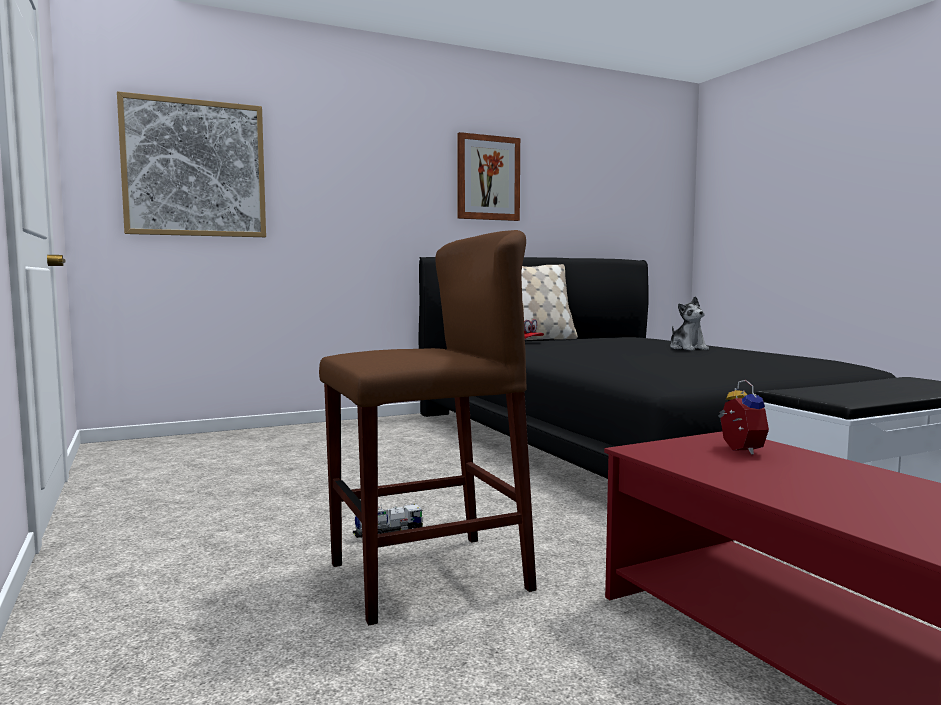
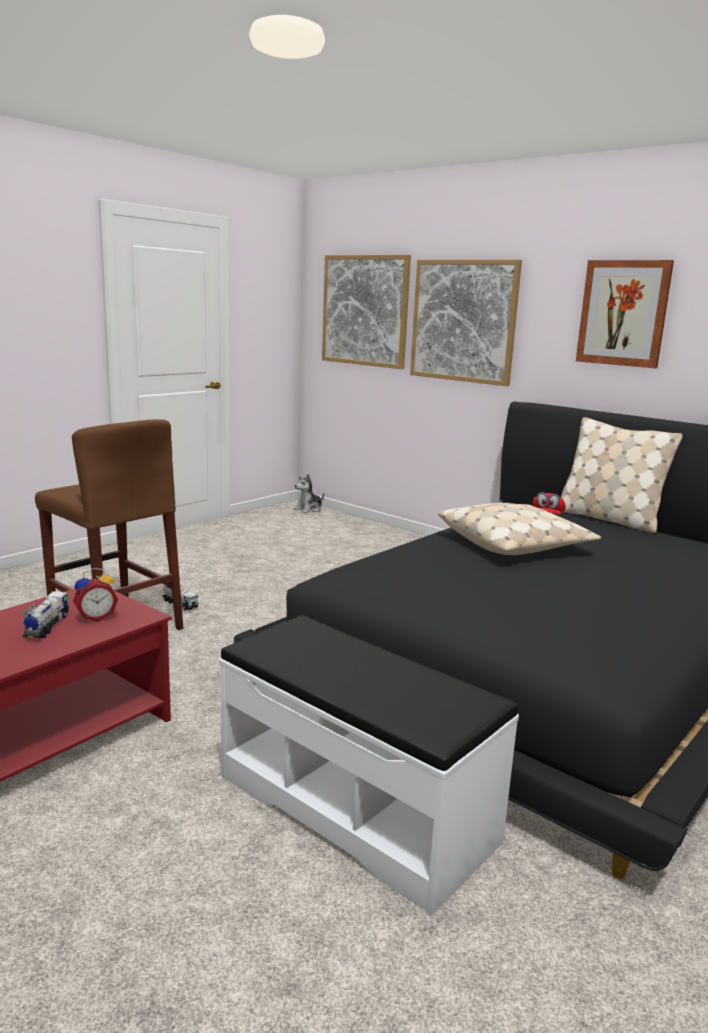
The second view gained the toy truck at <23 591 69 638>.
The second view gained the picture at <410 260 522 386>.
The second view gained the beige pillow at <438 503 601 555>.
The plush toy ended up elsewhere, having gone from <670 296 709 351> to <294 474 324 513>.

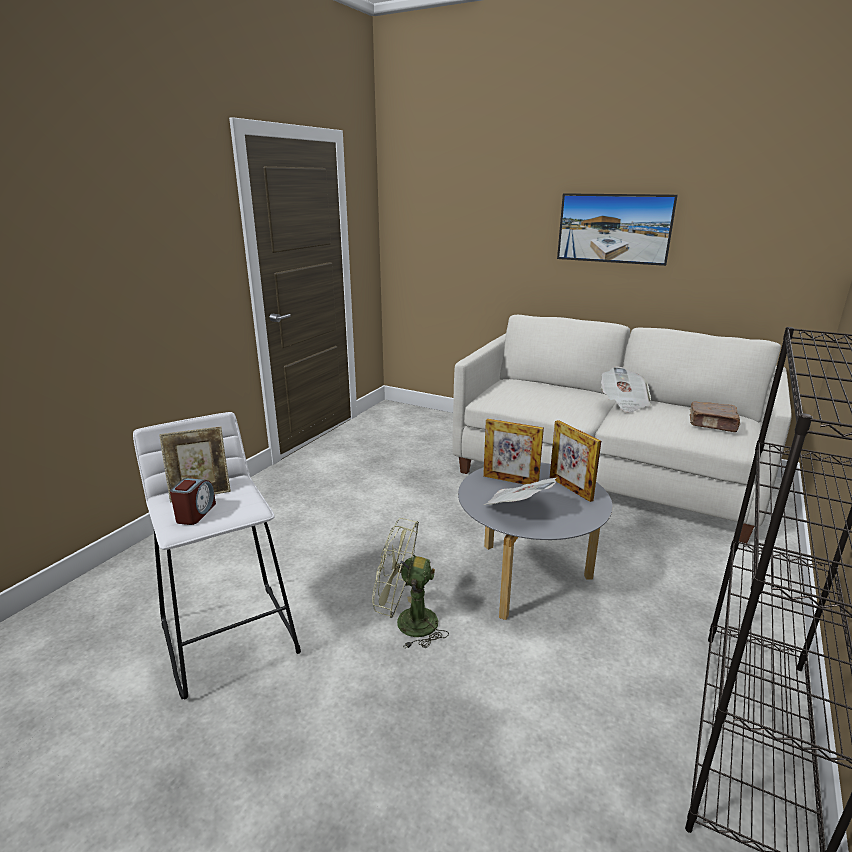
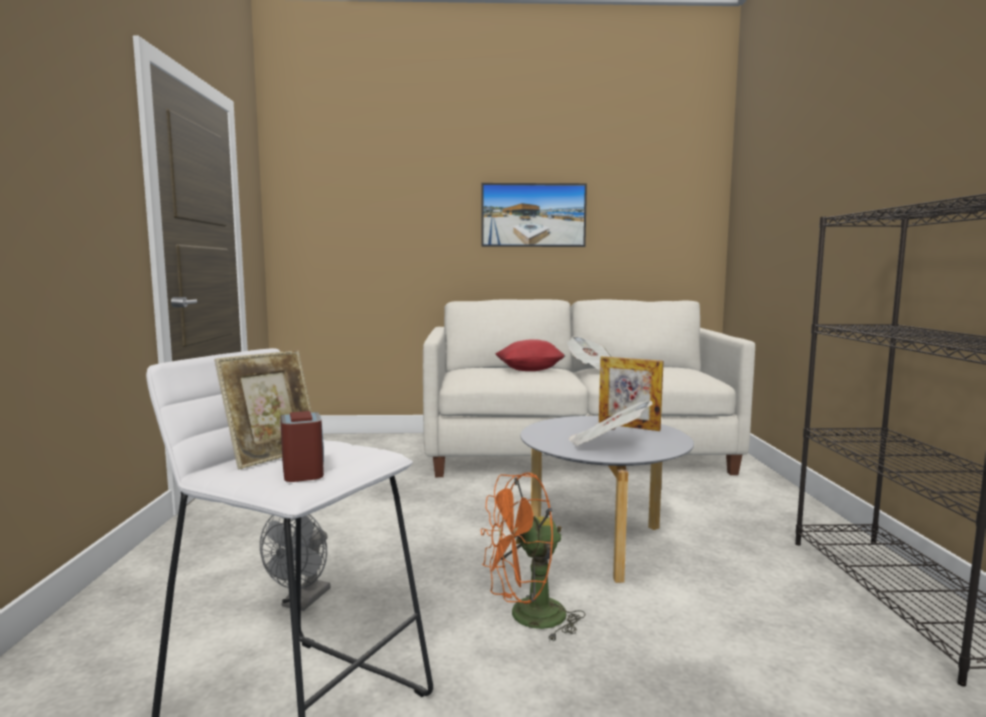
The second view lost the picture frame at <483 419 544 484>.
The second view lost the brown book at <690 401 740 432>.
The second view gained the grey fan at <260 514 331 611>.
The second view gained the red pillow at <495 339 566 371>.
What was the green fan at <372 518 449 649> turned into the orange fan at <481 472 586 642>.

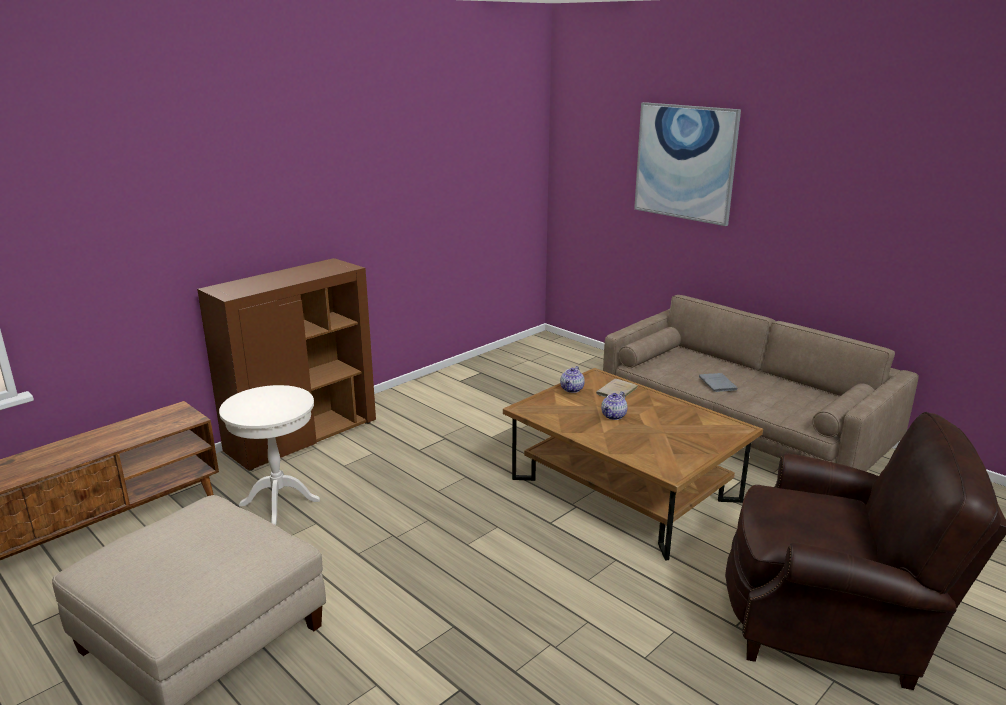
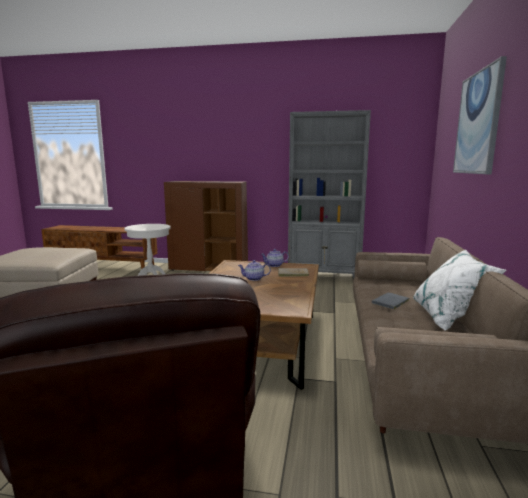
The second view gained the grey bookcase at <288 110 371 278>.
The second view gained the white pillow at <413 249 506 330>.

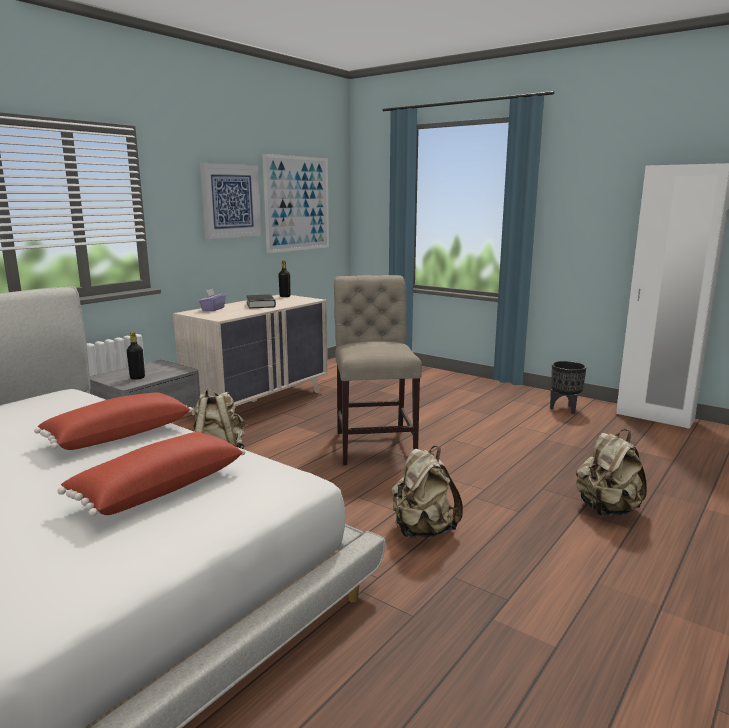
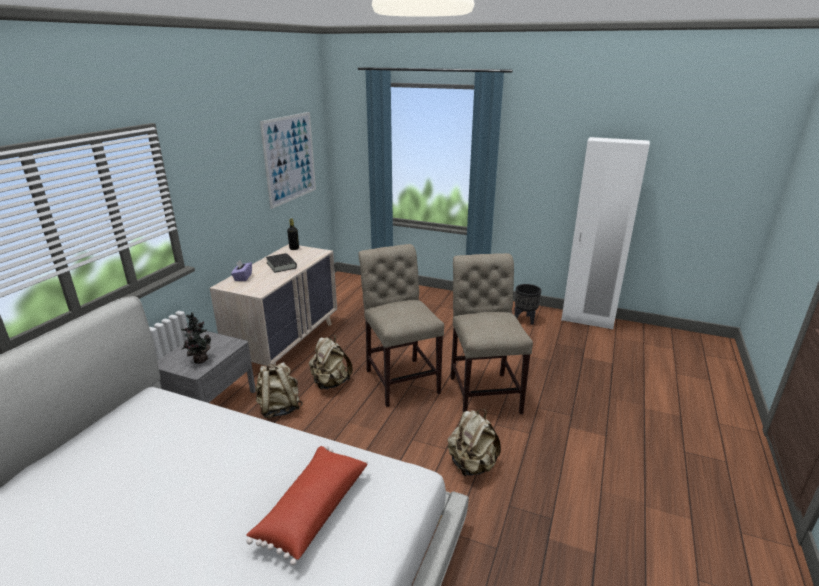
The second view lost the red pillow at <34 393 193 450>.
The second view lost the picture at <200 163 261 239>.
The second view gained the beige chair at <450 253 533 414>.
The beige backpack ended up elsewhere, having gone from <576 429 647 516> to <309 335 353 389>.
Where the black bottle stood at <127 332 145 380>, the potted plant came to stand at <181 312 211 363>.

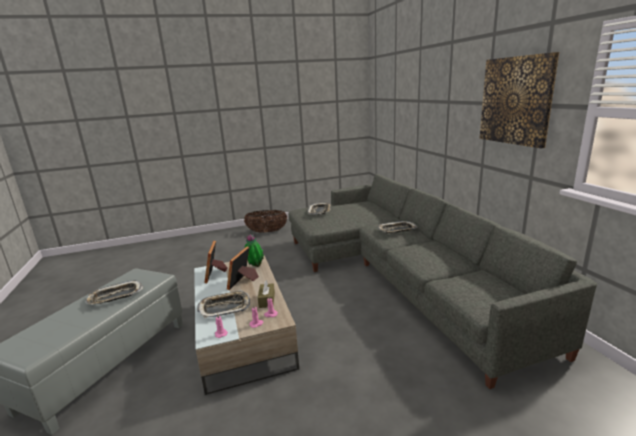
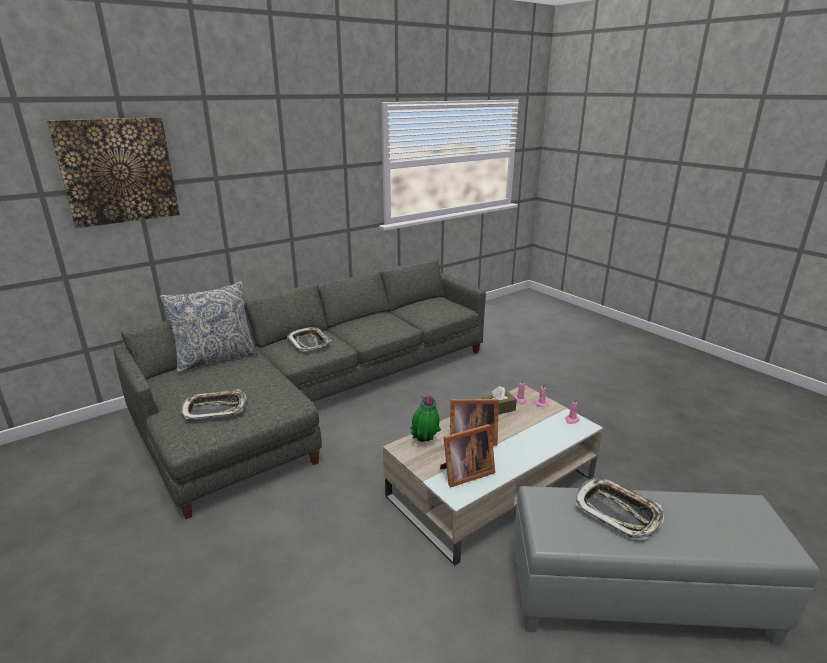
The second view lost the tray at <197 290 250 318>.
The second view lost the basket at <244 210 287 233>.
The second view gained the pillow at <160 281 258 373>.
The picture ended up elsewhere, having gone from <479 52 559 148> to <47 117 180 228>.

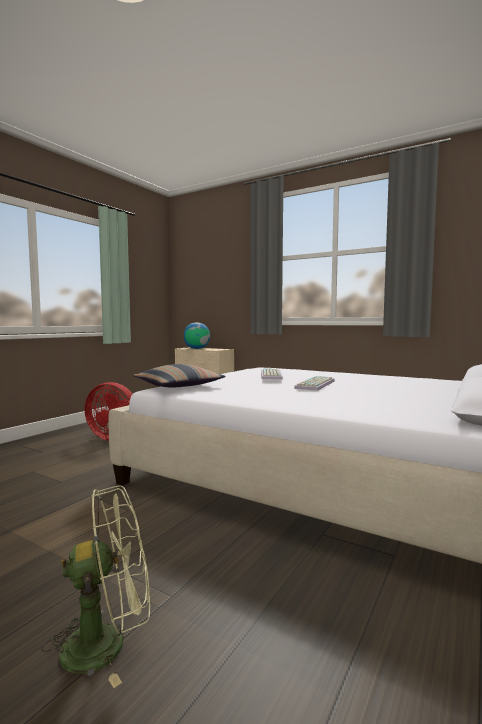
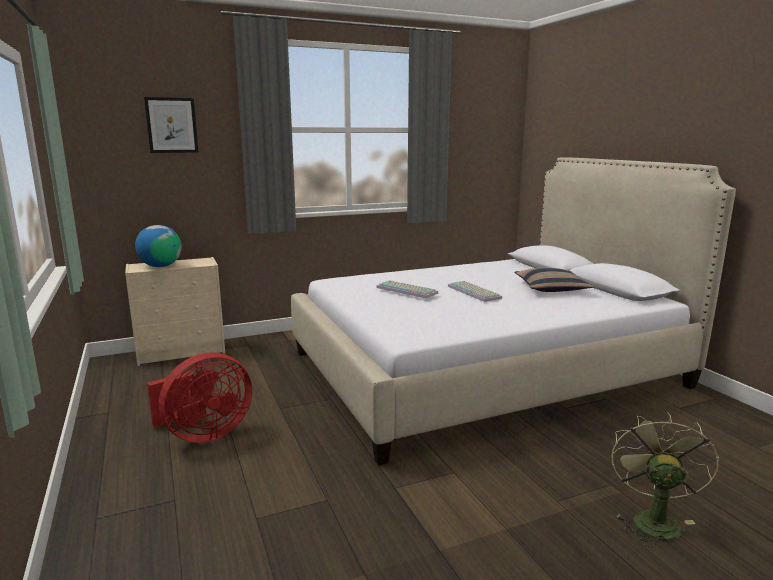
The second view gained the picture at <144 97 198 153>.
The pillow ended up elsewhere, having gone from <133 364 226 388> to <514 267 594 292>.

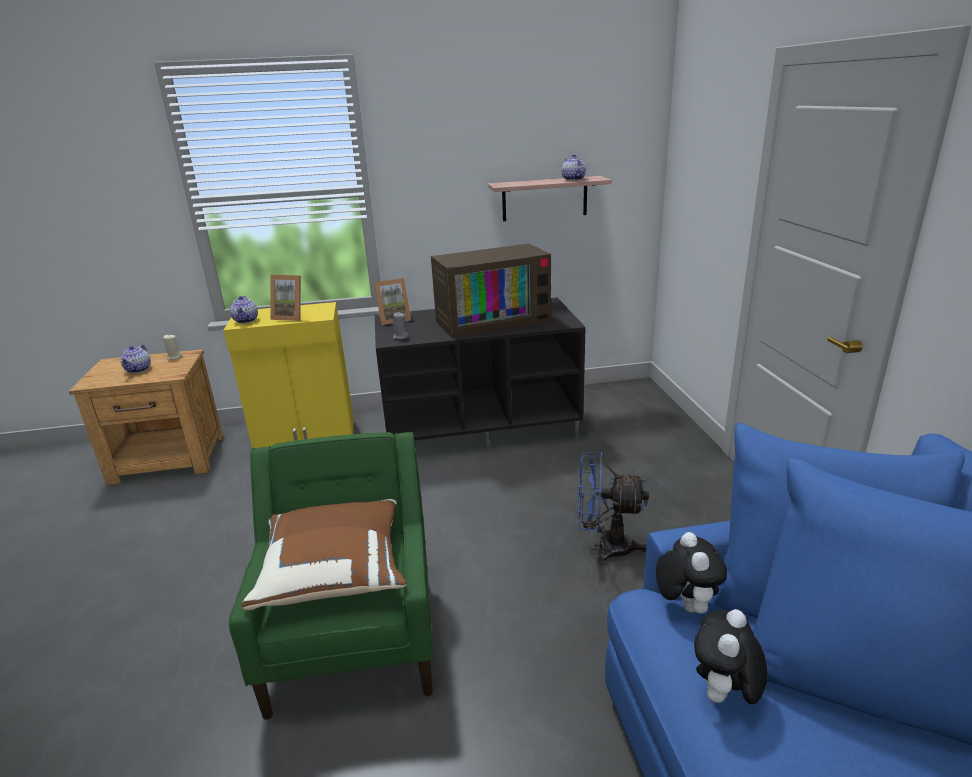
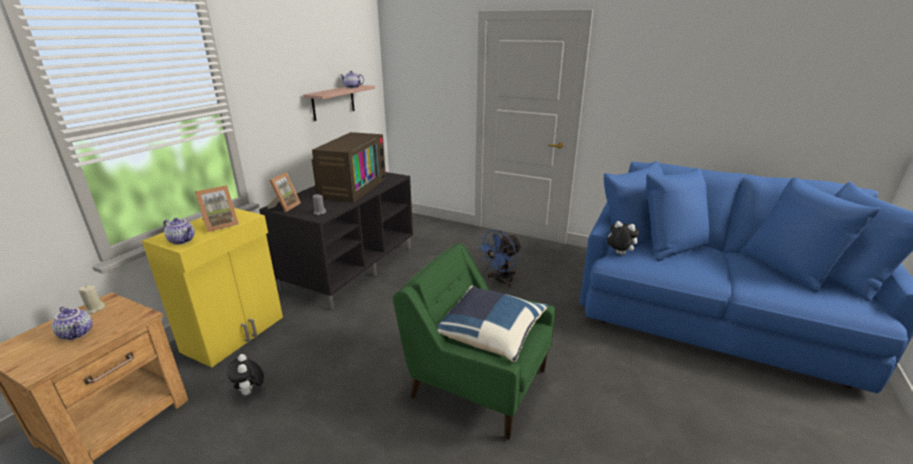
The plush toy ended up elsewhere, having gone from <694 609 767 706> to <228 354 264 395>.
What was the brown pillow at <241 499 406 610> turned into the blue pillow at <437 286 548 362>.

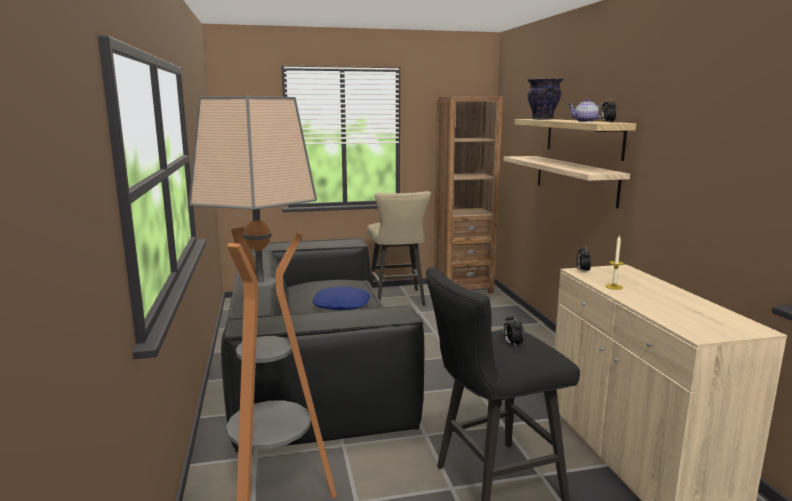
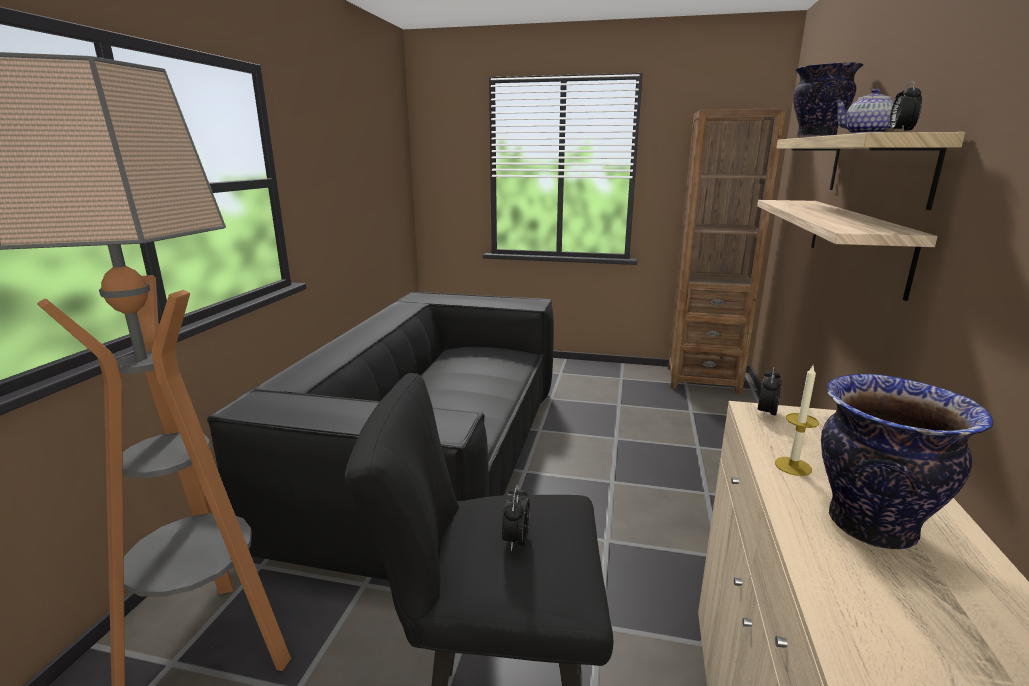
The second view lost the blue pillow at <312 287 370 310>.
The second view lost the beige stool at <367 191 431 306>.
The second view gained the vase at <821 374 994 549>.

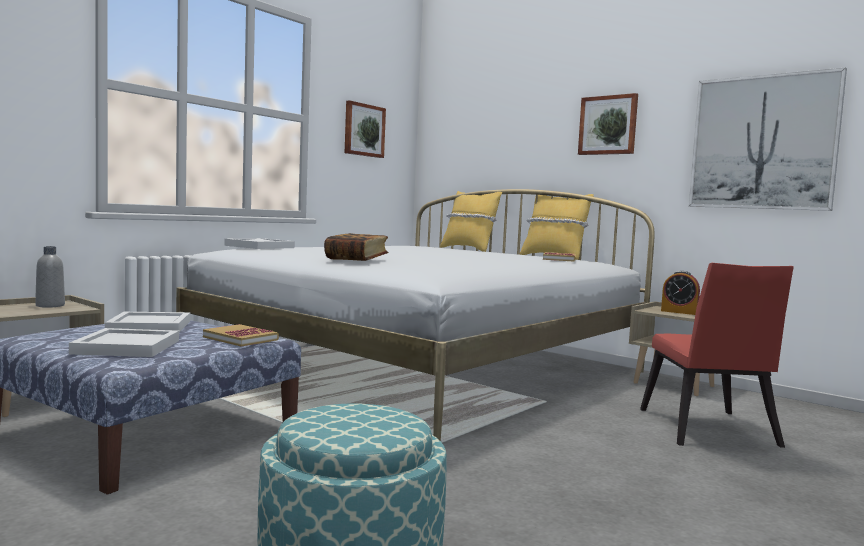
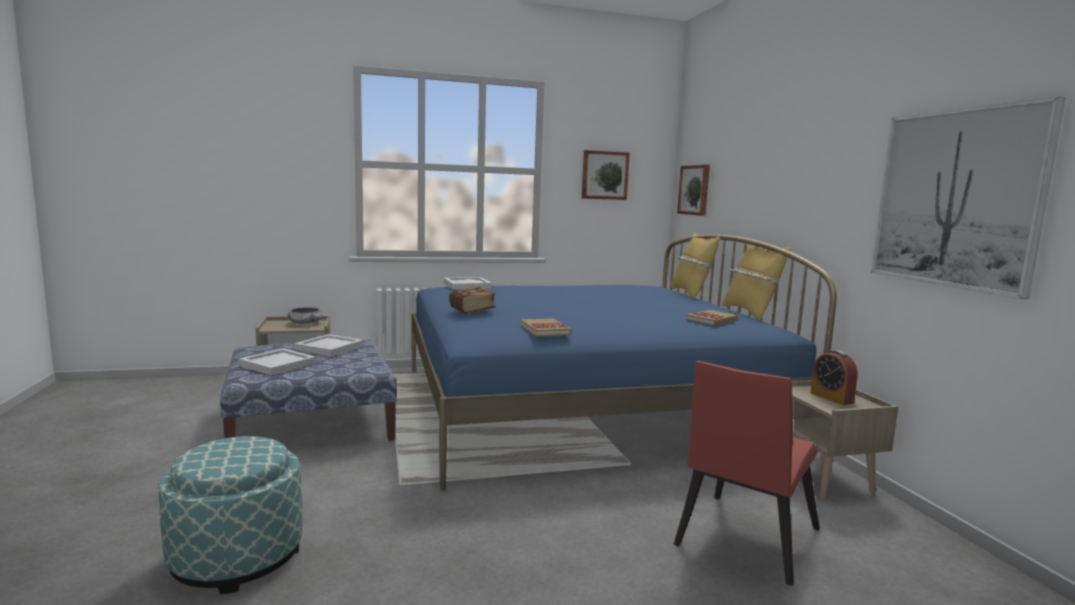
The book ended up elsewhere, having gone from <203 324 279 347> to <520 319 572 337>.
The picture ended up elsewhere, having gone from <578 93 638 155> to <677 165 710 216>.
Where the grey bottle stood at <35 246 65 308>, the bowl came to stand at <287 307 323 324>.
What was the white bed at <176 189 655 441> turned into the blue bed at <411 235 837 491>.

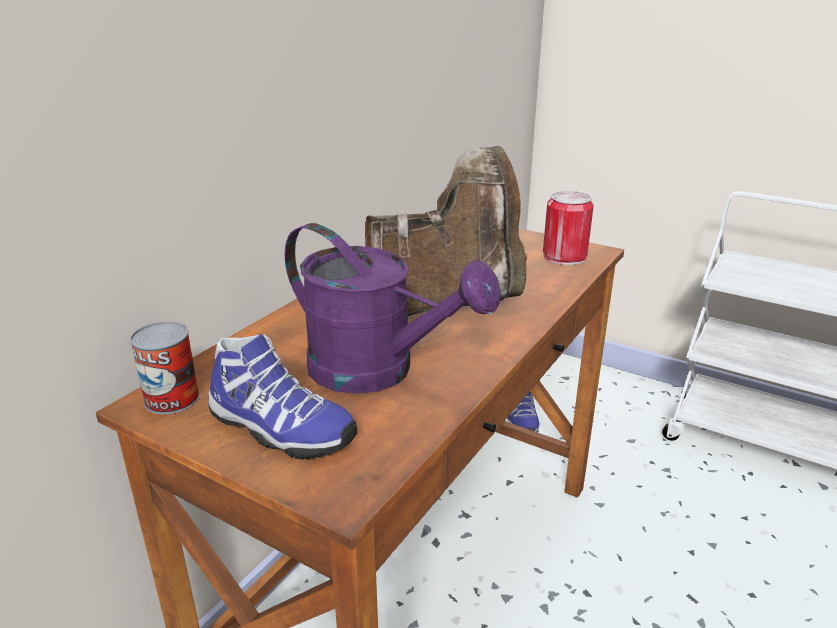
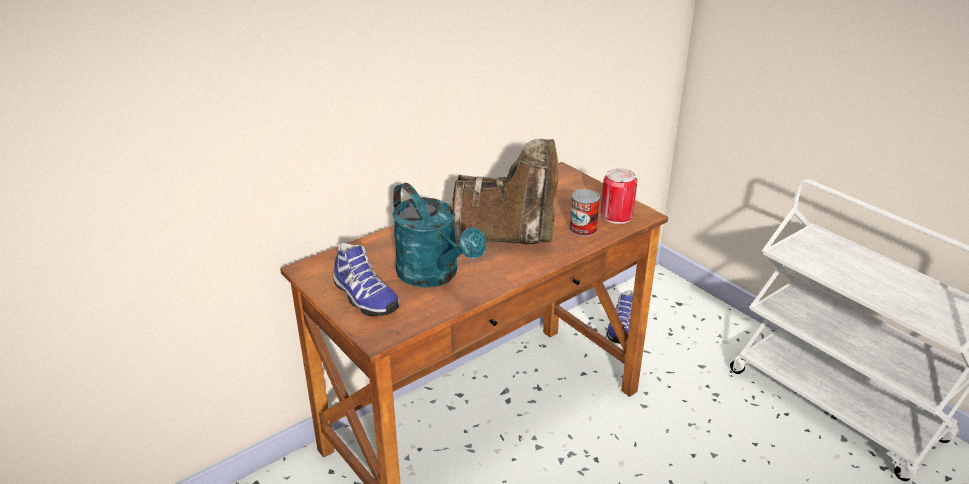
The can ended up elsewhere, having gone from <130 321 200 414> to <569 189 600 236>.
What was the purple watering can at <285 223 501 394> turned into the turquoise watering can at <392 183 486 288>.

